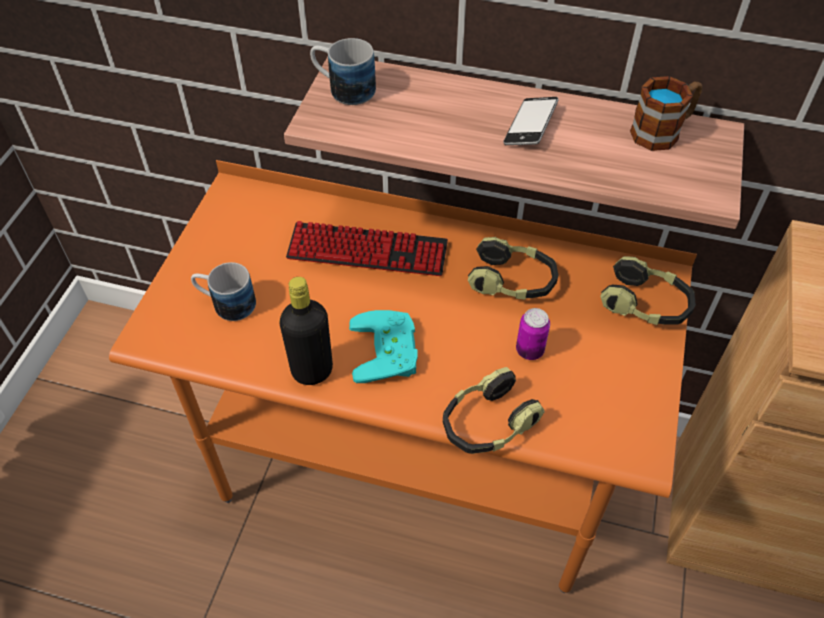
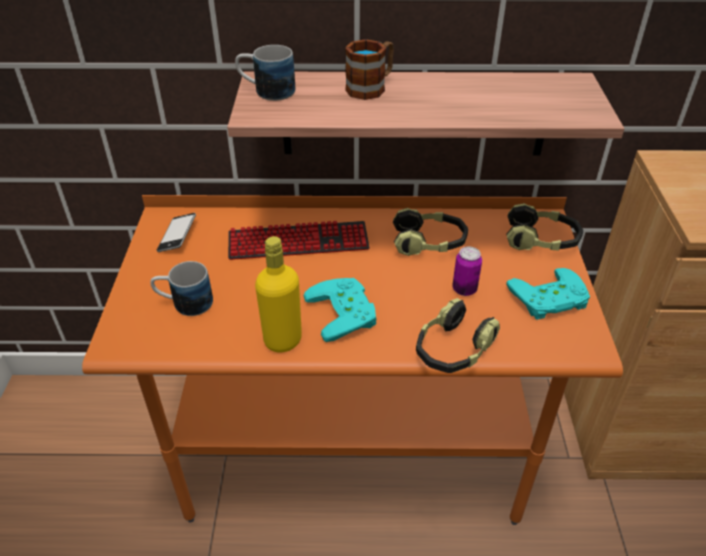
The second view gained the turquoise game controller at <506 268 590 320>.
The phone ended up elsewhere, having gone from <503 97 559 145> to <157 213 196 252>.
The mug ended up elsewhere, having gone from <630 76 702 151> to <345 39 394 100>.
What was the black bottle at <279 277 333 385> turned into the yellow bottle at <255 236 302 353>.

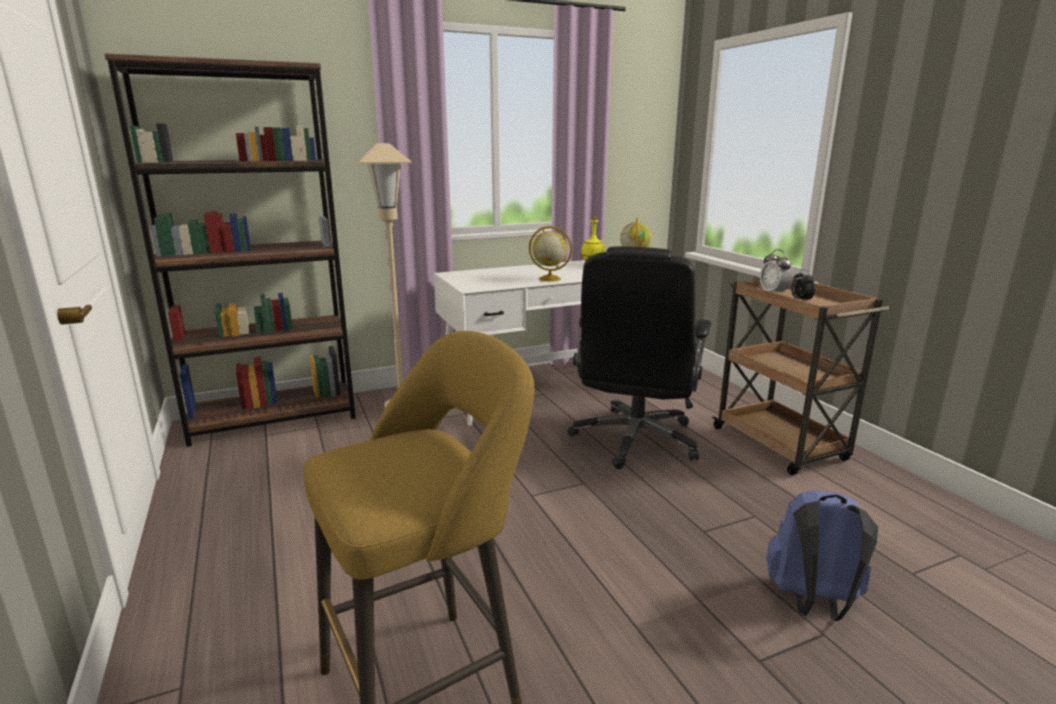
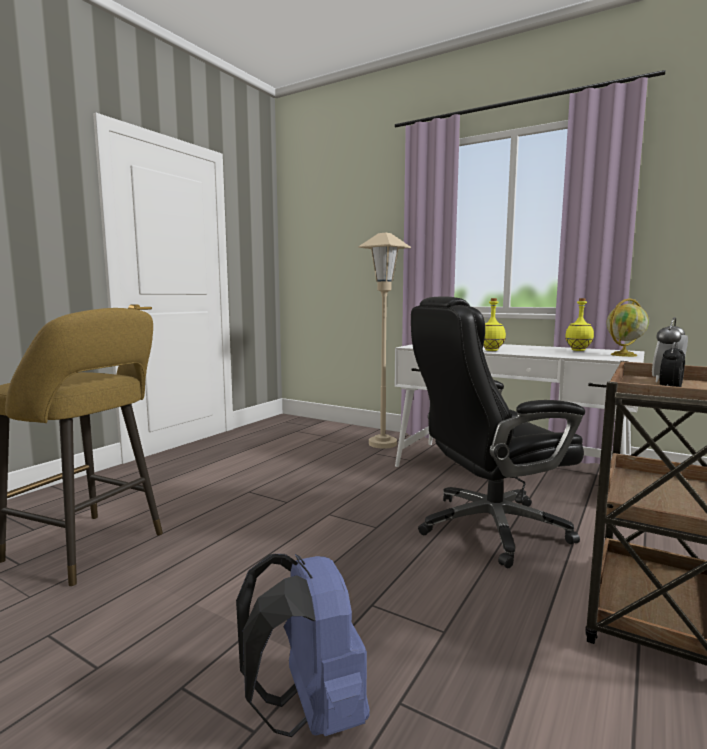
The second view lost the brown bookcase at <104 53 356 447>.
Where the globe stood at <529 226 572 282>, the yellow bottle came to stand at <483 298 506 351>.

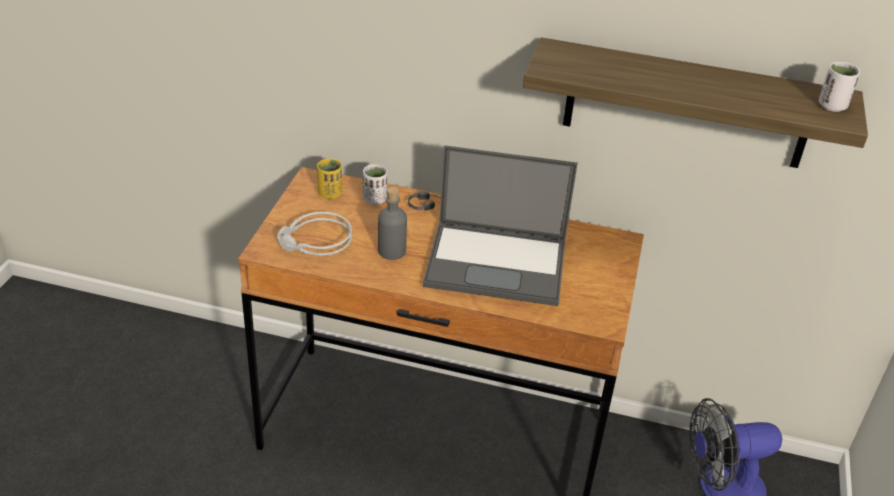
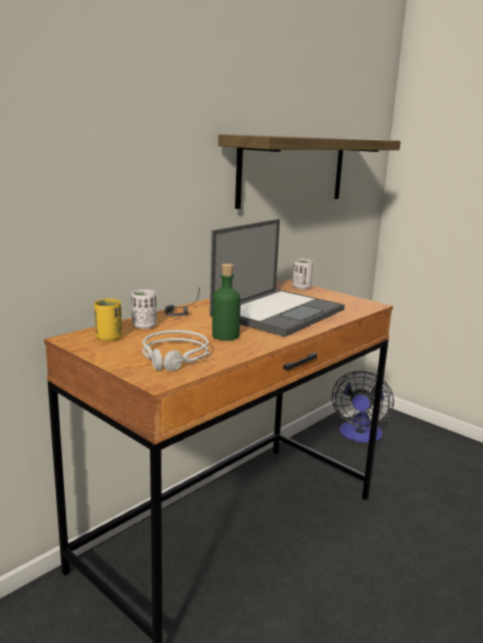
The white cup ended up elsewhere, having gone from <819 62 860 112> to <292 259 313 289>.
What was the grey bottle at <378 187 407 260> turned into the green bottle at <212 264 241 341>.

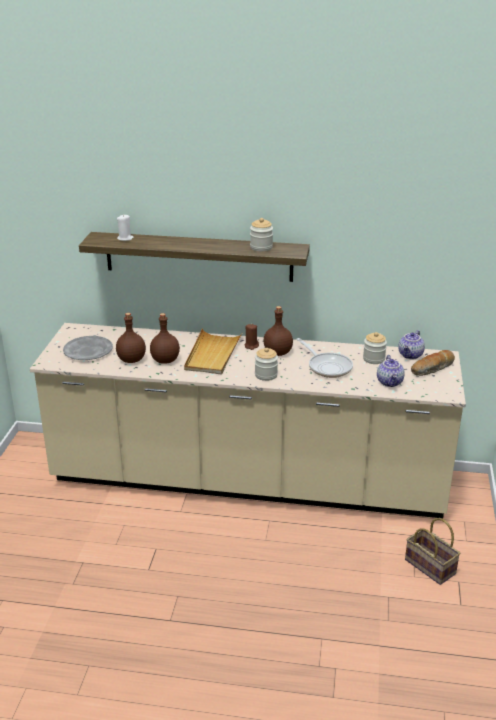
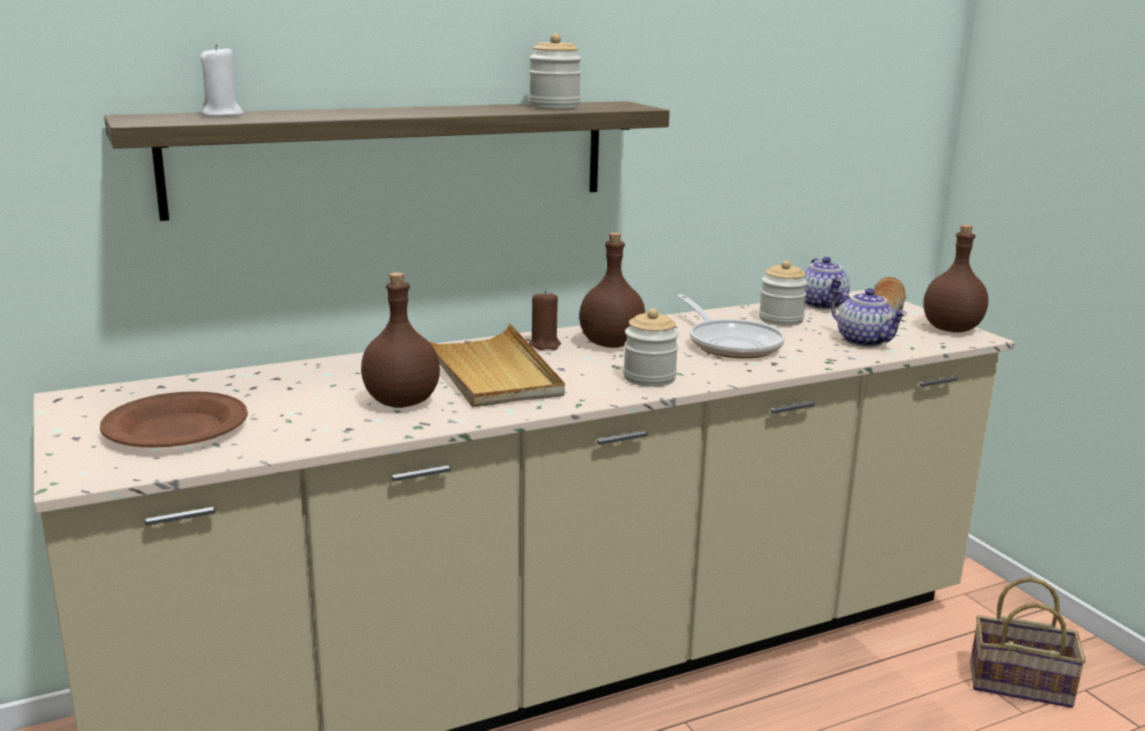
The brown bottle ended up elsewhere, having gone from <116 313 146 363> to <923 225 988 333>.
What was the grey plate at <63 336 113 360> turned into the brown plate at <100 391 248 448>.
The frying pan at <296 338 353 378> ended up facing another way, 45 degrees clockwise from before.

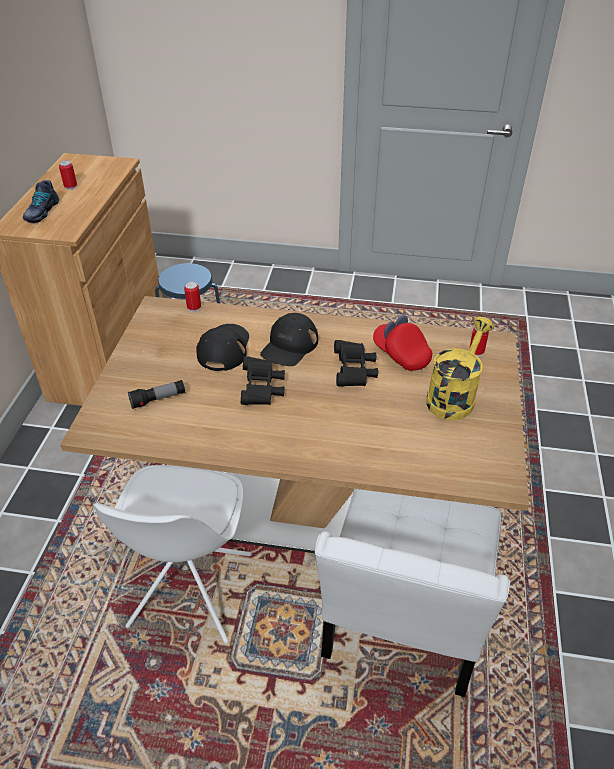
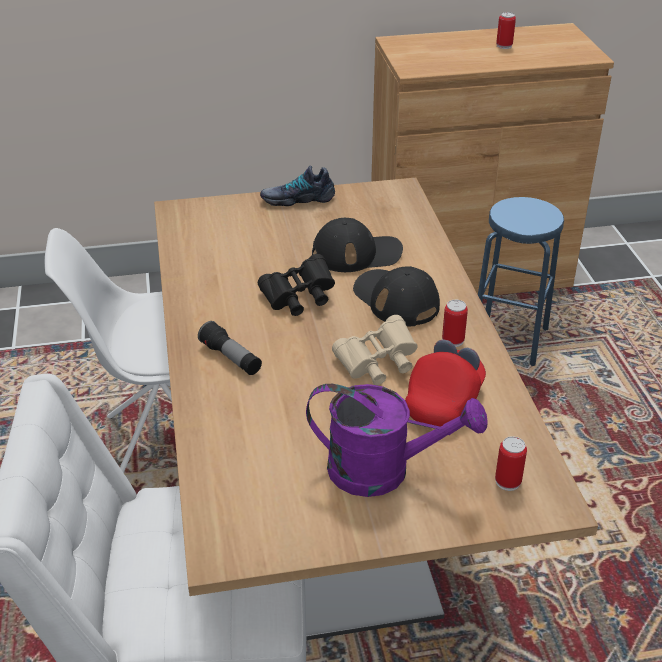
The shoe ended up elsewhere, having gone from <23 180 59 223> to <260 166 335 206>.
The flashlight ended up elsewhere, having gone from <128 380 185 409> to <198 321 262 375>.
The can ended up elsewhere, having gone from <184 281 201 312> to <442 300 468 347>.
What was the black binoculars at <334 340 378 387> turned into the beige binoculars at <332 315 418 385>.
What was the yellow watering can at <426 317 494 420> turned into the purple watering can at <306 384 488 497>.
The black cap at <260 313 318 366> ended up facing another way, 45 degrees clockwise from before.

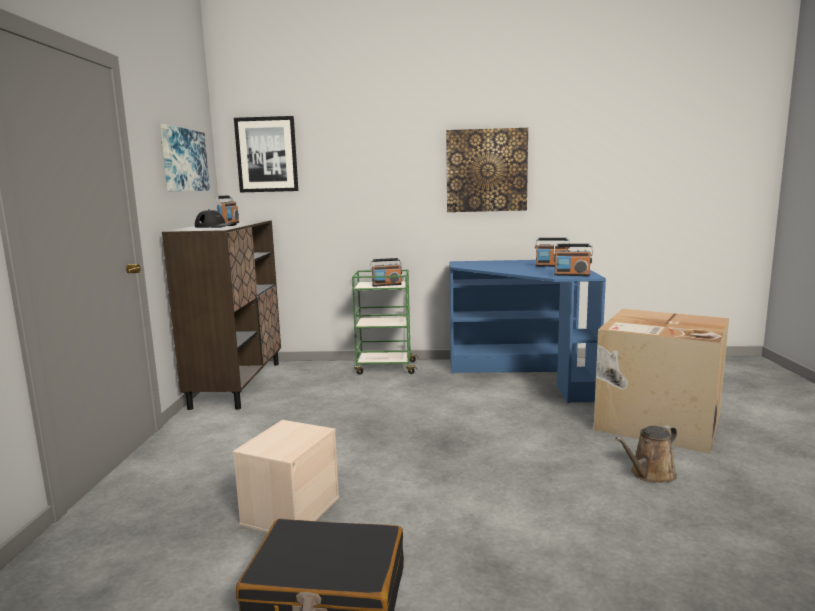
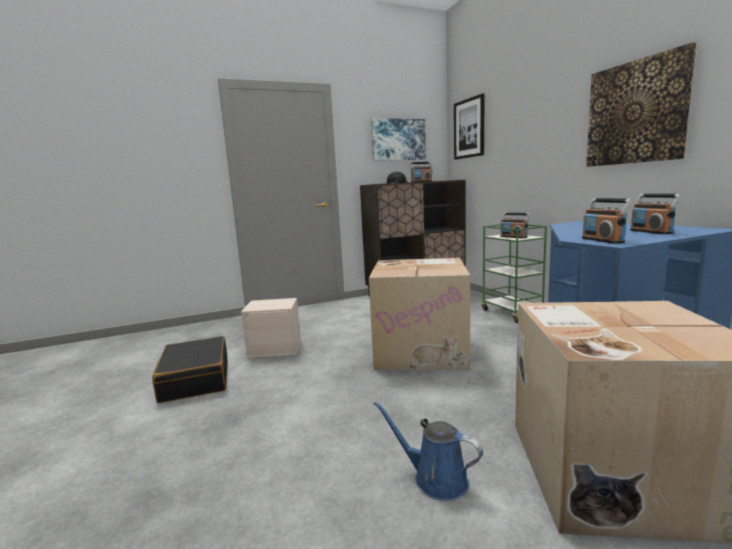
The second view gained the cardboard box at <369 258 470 370>.
What was the brown watering can at <615 425 677 483> turned into the blue watering can at <373 401 483 500>.

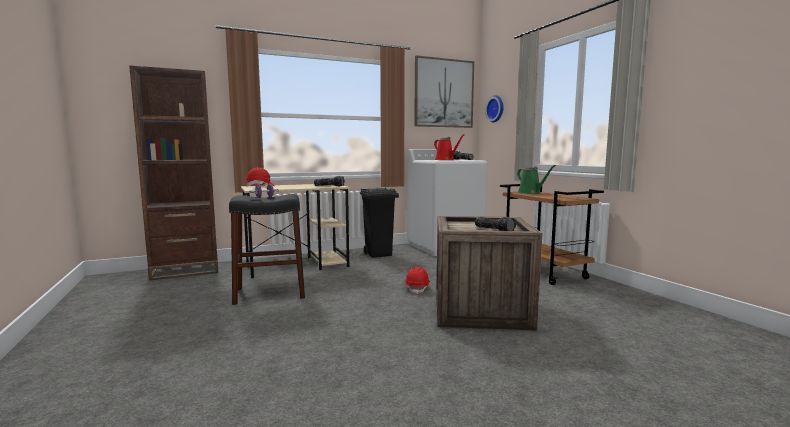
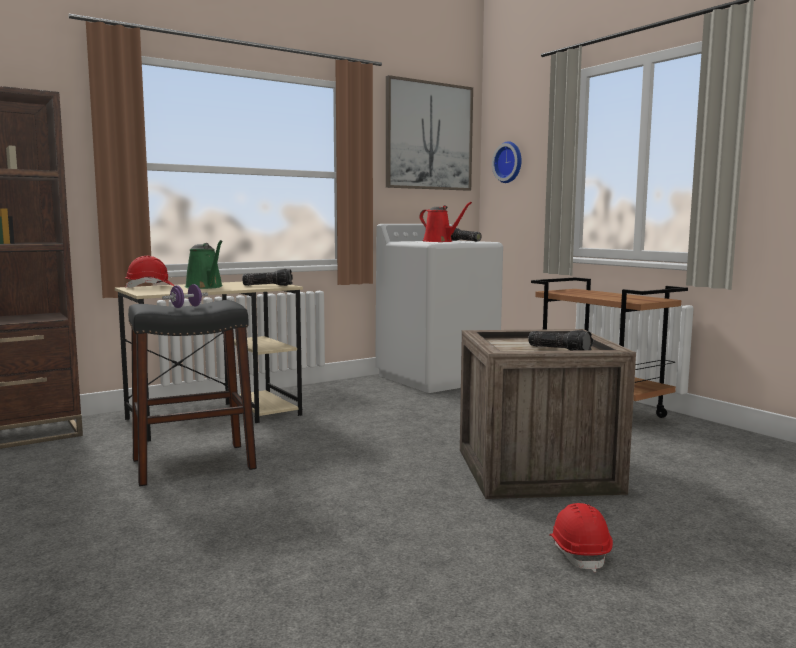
The second view lost the black trash can at <360 188 399 258>.
The red hard hat ended up elsewhere, having gone from <405 267 430 294> to <549 503 613 572>.
The green watering can ended up elsewhere, having gone from <517 165 556 194> to <185 240 223 289>.

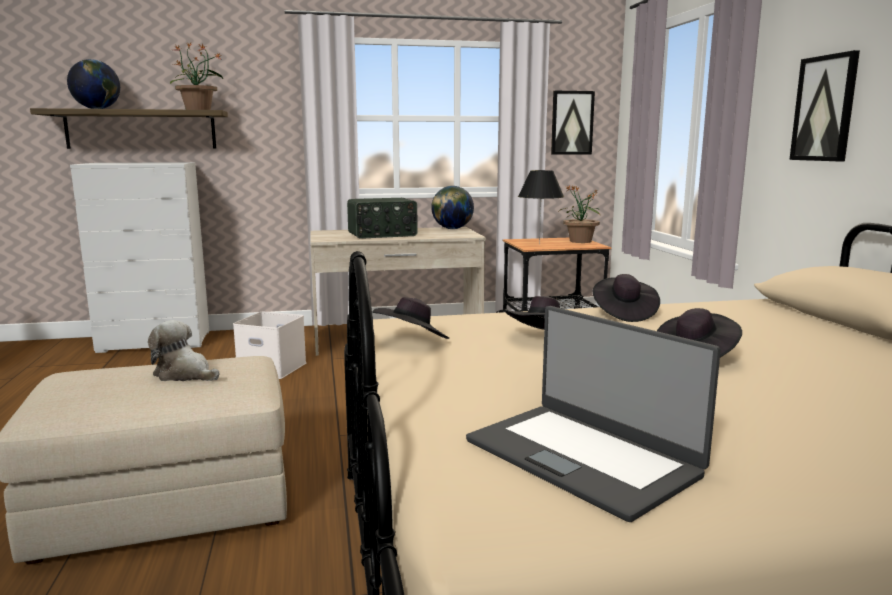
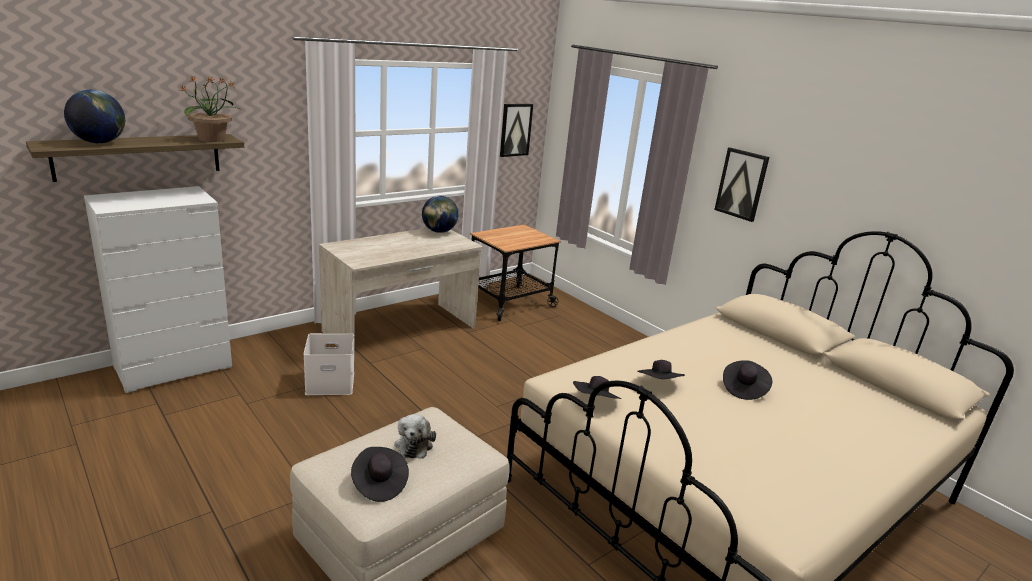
The second view lost the radio at <347 198 418 239>.
The second view lost the laptop at <466 306 721 522>.
The second view lost the black table lamp at <518 170 564 245>.
The second view lost the potted plant at <559 186 601 243>.
The black hat ended up elsewhere, having gone from <593 274 660 322> to <351 447 409 502>.
The plush toy at <148 320 219 381> ended up facing another way, 90 degrees counterclockwise from before.

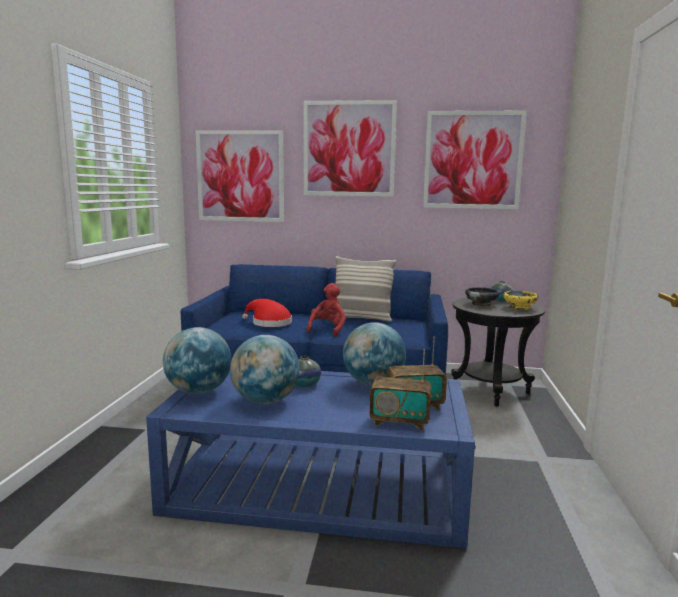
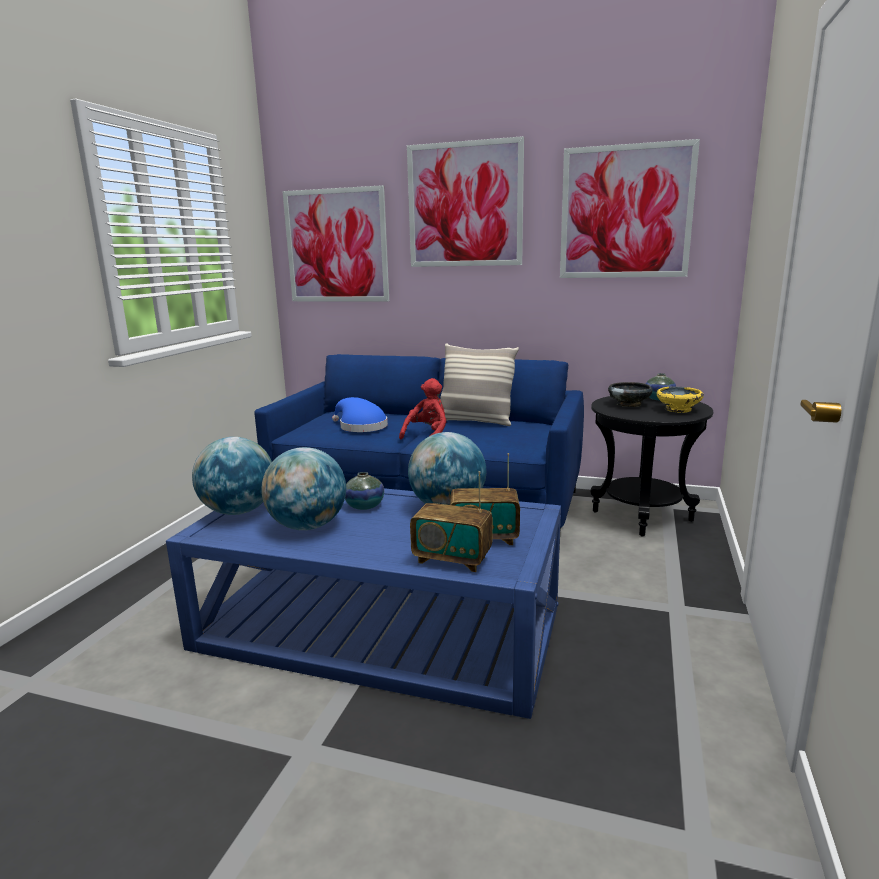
What was the red hat at <242 299 292 327> turned into the blue hat at <332 397 388 432>.

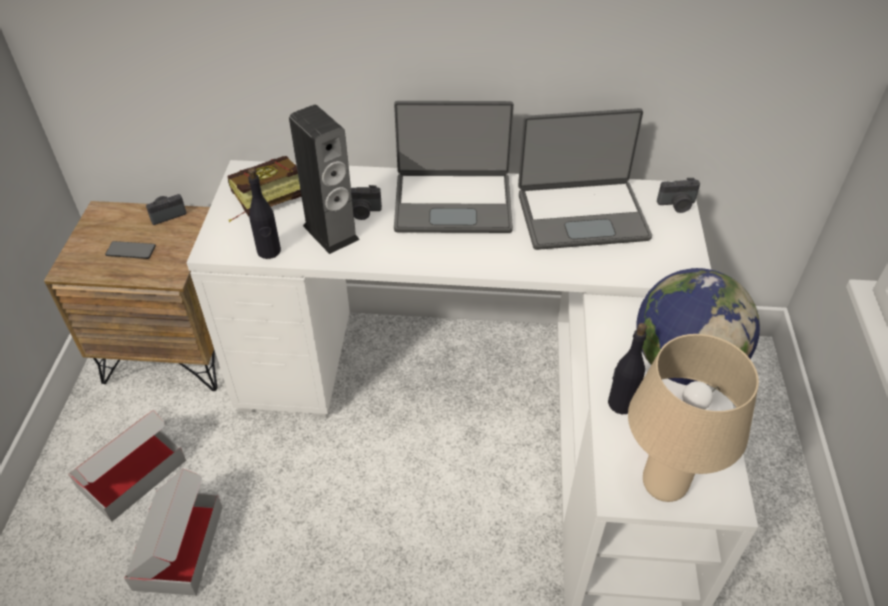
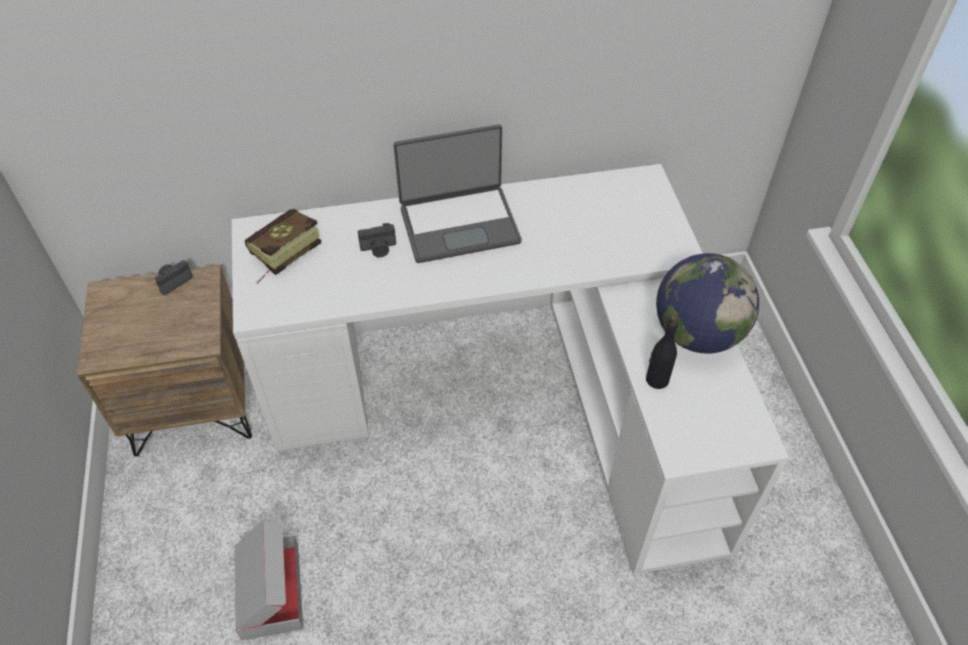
The second view lost the cardboard box at <68 410 186 522>.
The second view lost the phone at <105 241 156 259>.
The second view lost the black bottle at <248 168 281 259>.
The second view lost the speaker at <289 105 360 254>.
The second view lost the laptop at <518 108 652 250>.
The second view lost the beige table lamp at <628 334 759 502>.
The second view lost the photo camera at <657 178 700 213>.

